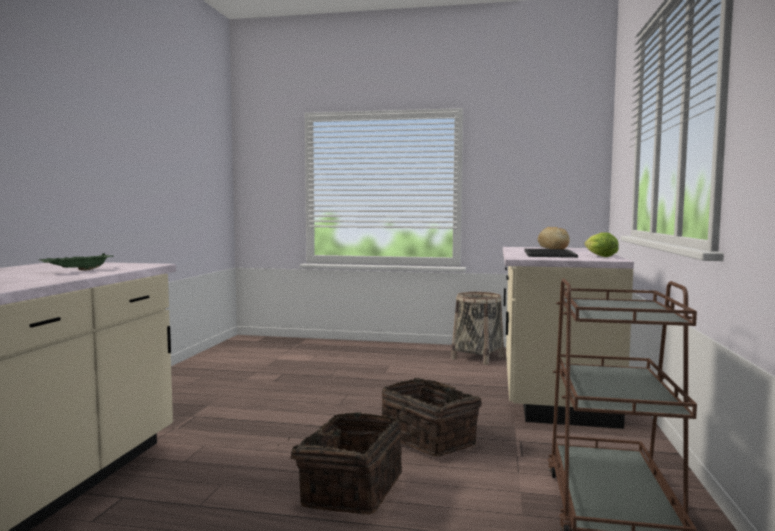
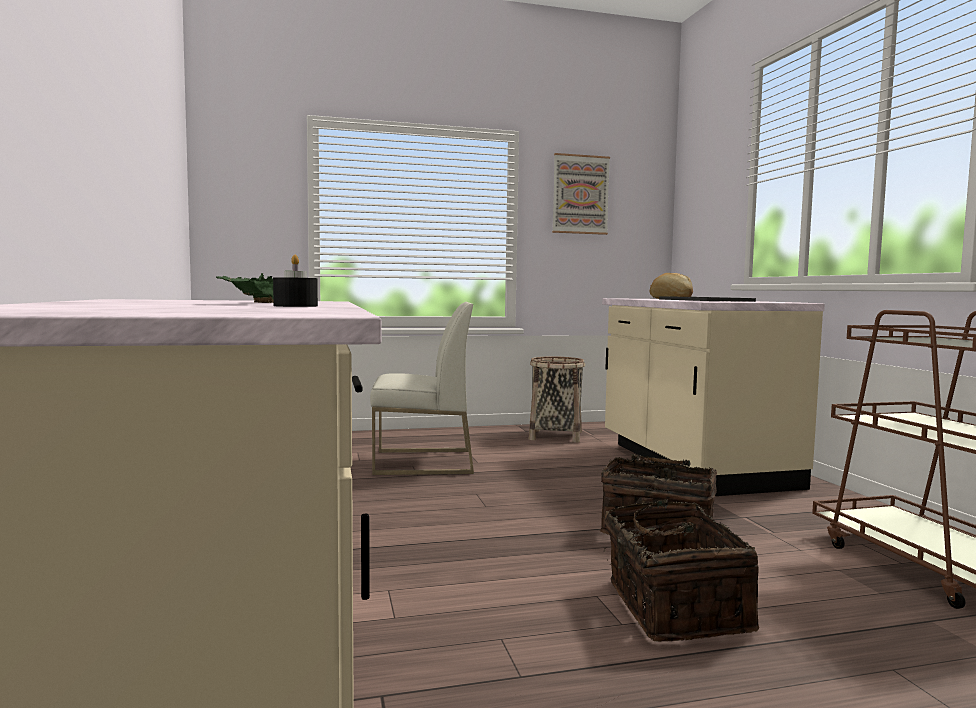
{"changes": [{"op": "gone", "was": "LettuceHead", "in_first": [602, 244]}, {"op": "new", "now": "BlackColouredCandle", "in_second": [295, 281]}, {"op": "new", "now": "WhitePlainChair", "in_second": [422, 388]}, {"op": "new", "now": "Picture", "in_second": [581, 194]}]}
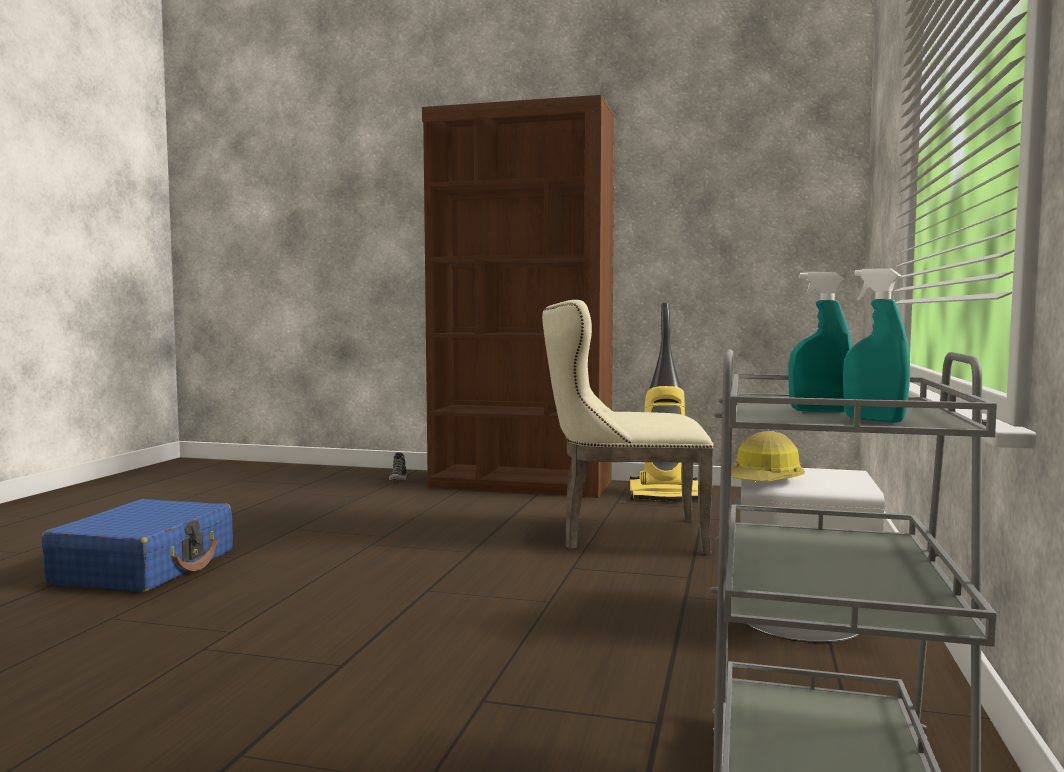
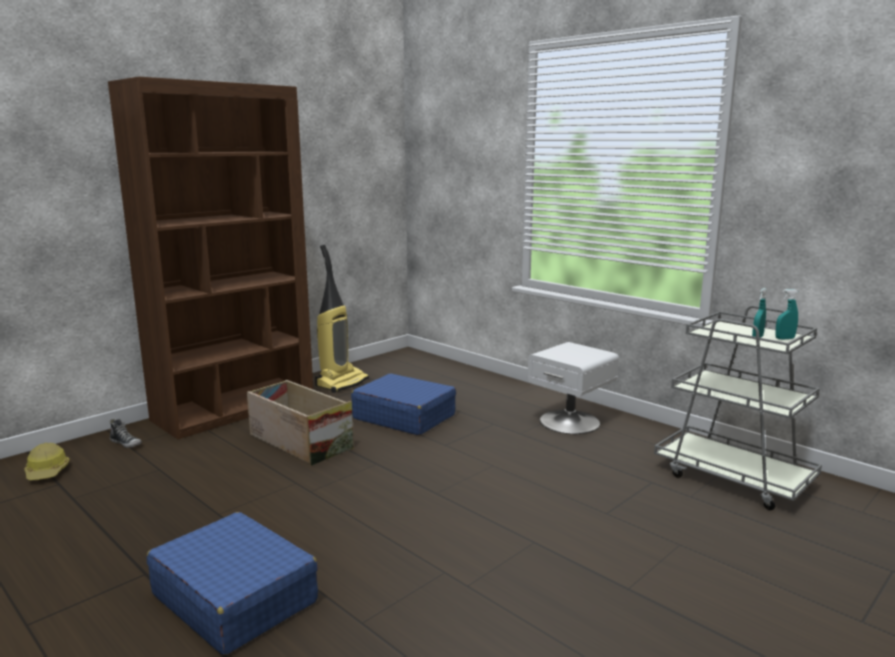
{"changes": [{"op": "swapped", "was": "SandColouredPlainChair", "now": "BlueColouredPieceOfLuggage", "in_first": [628, 427], "in_second": [403, 404]}, {"op": "shifted", "was": "WorkHelmet", "in_first": [768, 456], "in_second": [47, 461]}, {"op": "new", "now": "Crate", "in_second": [300, 423]}]}
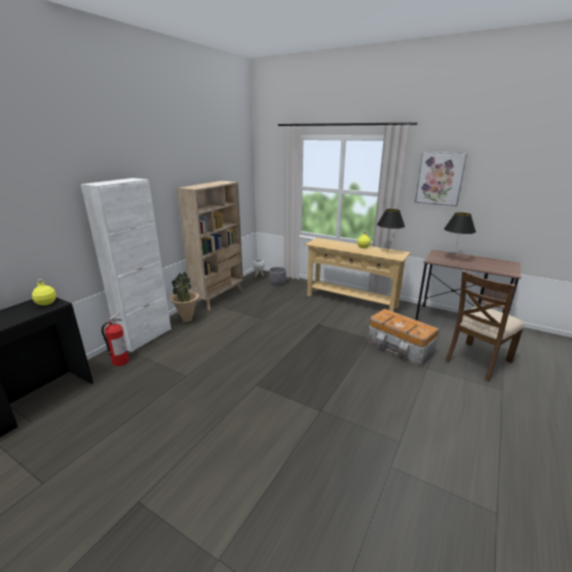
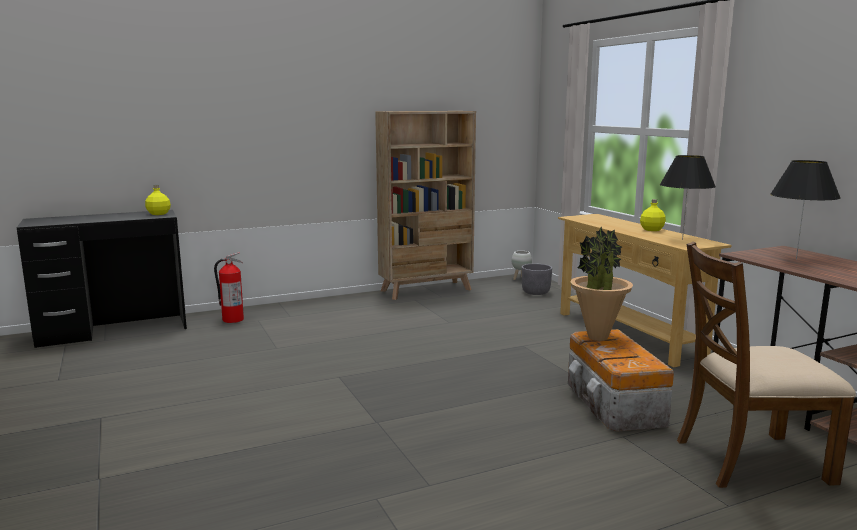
{"changes": [{"op": "gone", "was": "WhiteStorageCabinet", "in_first": [126, 265]}, {"op": "shifted", "was": "Houseplant", "in_first": [184, 296], "in_second": [601, 284]}, {"op": "gone", "was": "Picture", "in_first": [441, 179]}]}
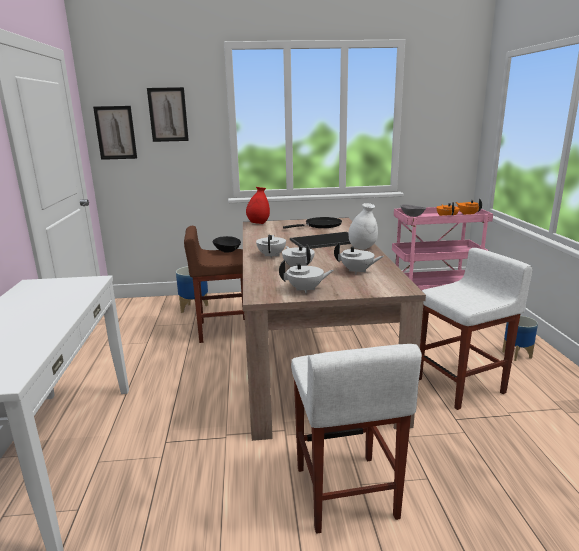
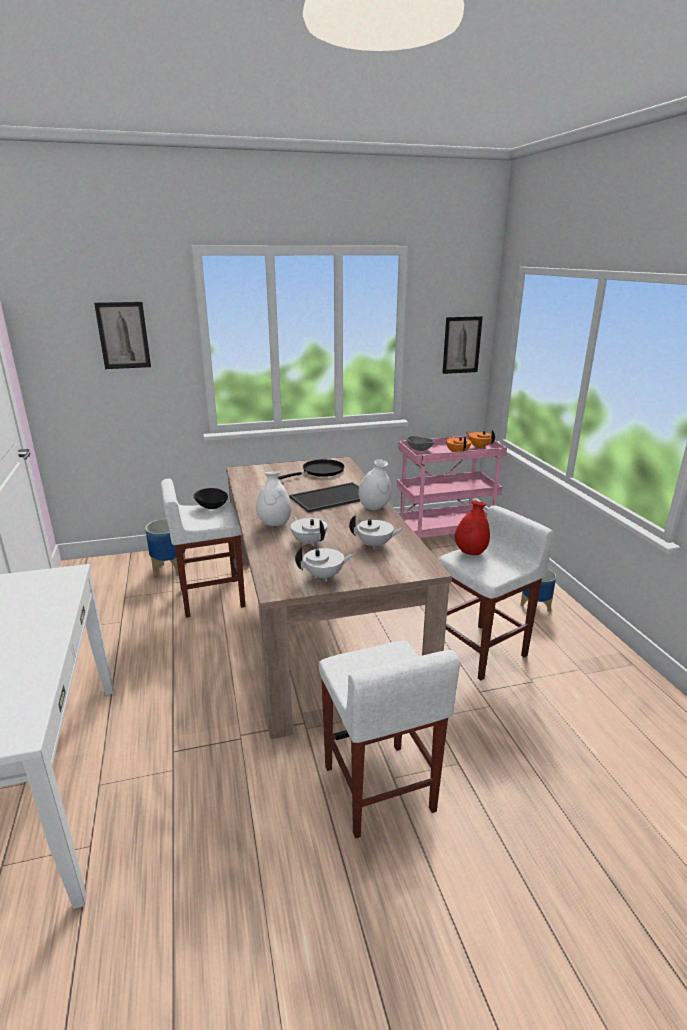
{"changes": [{"op": "shifted", "was": "Picture", "in_first": [115, 133], "in_second": [462, 345]}, {"op": "repainted", "was": "BrownishStool", "now": "WhiteStool", "in_first": [214, 284], "in_second": [202, 548]}, {"op": "shifted", "was": "RedColouredFlowerVase", "in_first": [258, 205], "in_second": [472, 528]}, {"op": "swapped", "was": "WhiteTeaPot", "now": "WhiteFlowerVase", "in_first": [271, 246], "in_second": [273, 498]}]}
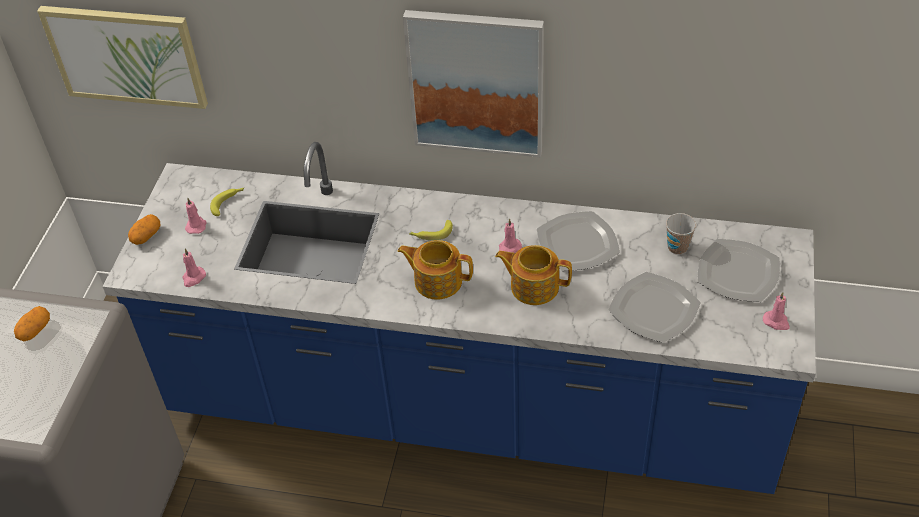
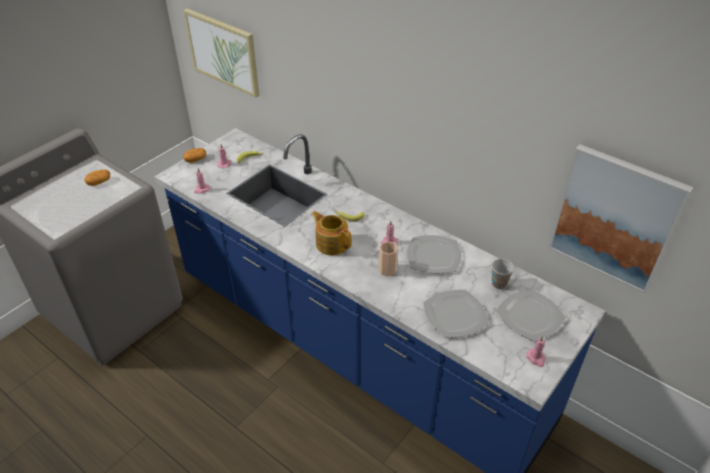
{"changes": [{"op": "shifted", "was": "Picture", "in_first": [473, 83], "in_second": [621, 219]}, {"op": "swapped", "was": "TeaPot", "now": "SmallCup", "in_first": [533, 275], "in_second": [388, 258]}]}
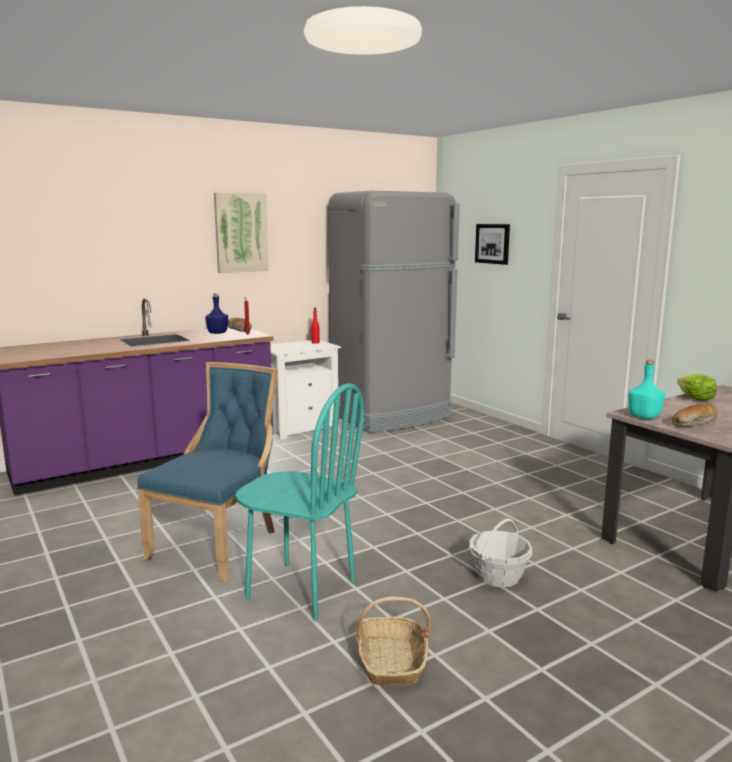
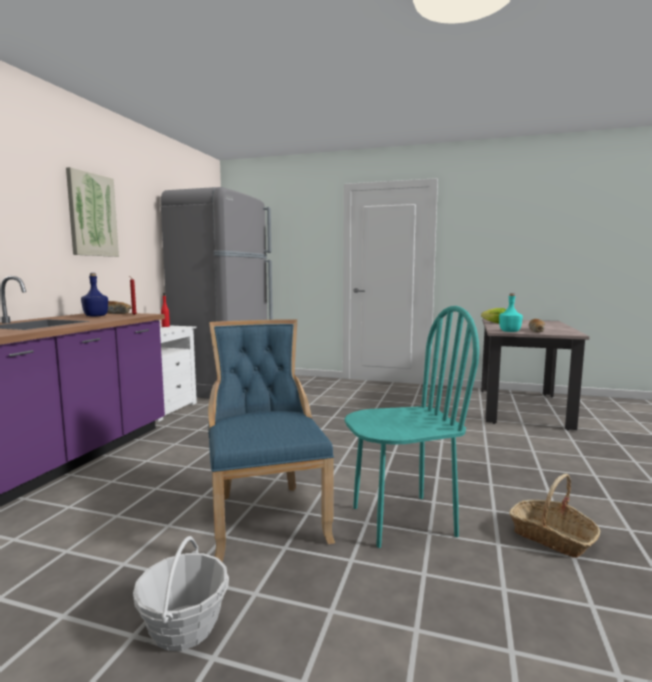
{"changes": [{"op": "shifted", "was": "Basket", "in_first": [500, 552], "in_second": [181, 593]}, {"op": "gone", "was": "Picture", "in_first": [492, 244]}]}
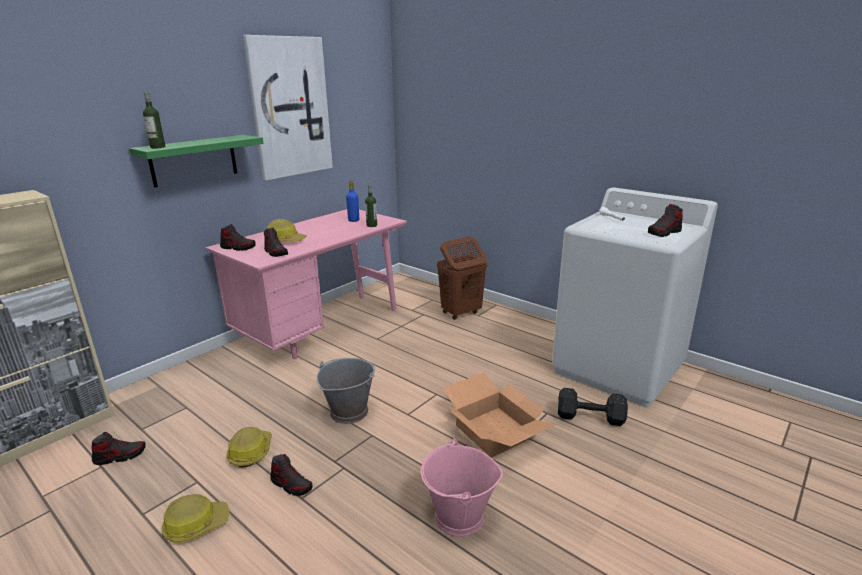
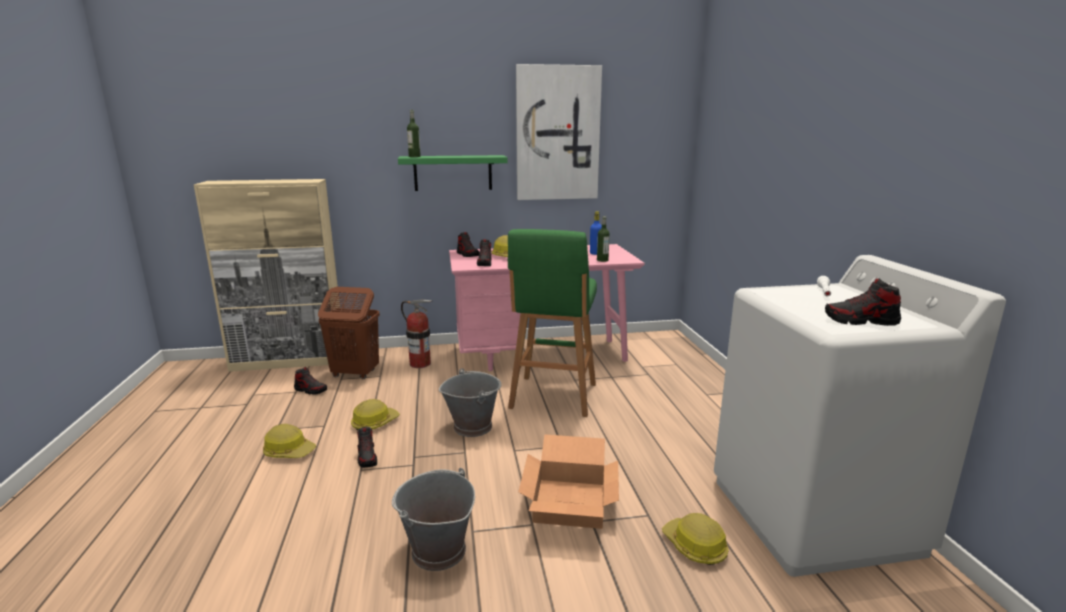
{"changes": [{"op": "repainted", "was": "PinkishWaterBucket", "now": "GreyWaterBucket", "in_first": [462, 488], "in_second": [433, 519]}, {"op": "shifted", "was": "BrownishHamper", "in_first": [462, 278], "in_second": [349, 333]}, {"op": "swapped", "was": "BlackColouredDumbbell", "now": "WorkHelmet", "in_first": [593, 407], "in_second": [695, 539]}, {"op": "new", "now": "FireFightingCylinder", "in_second": [417, 333]}, {"op": "new", "now": "GreenColouredStool", "in_second": [552, 323]}]}
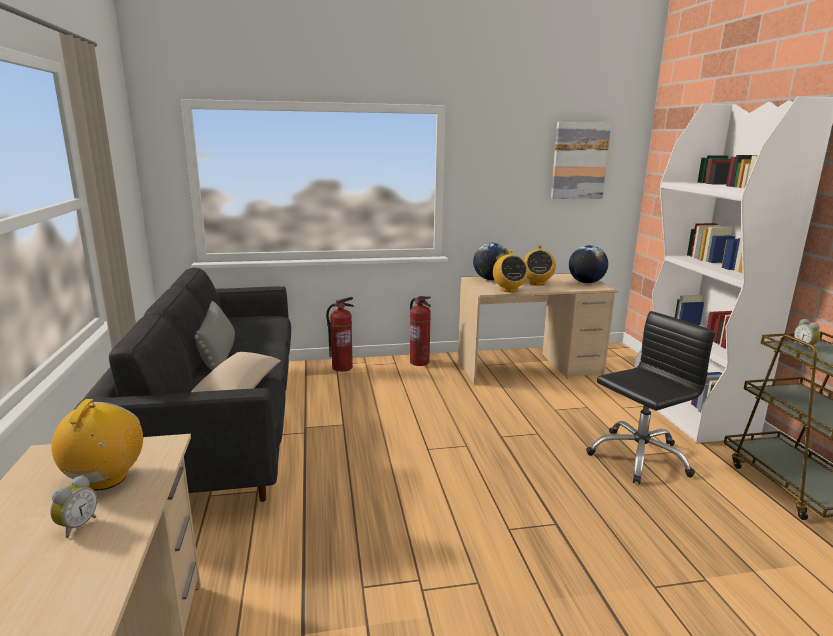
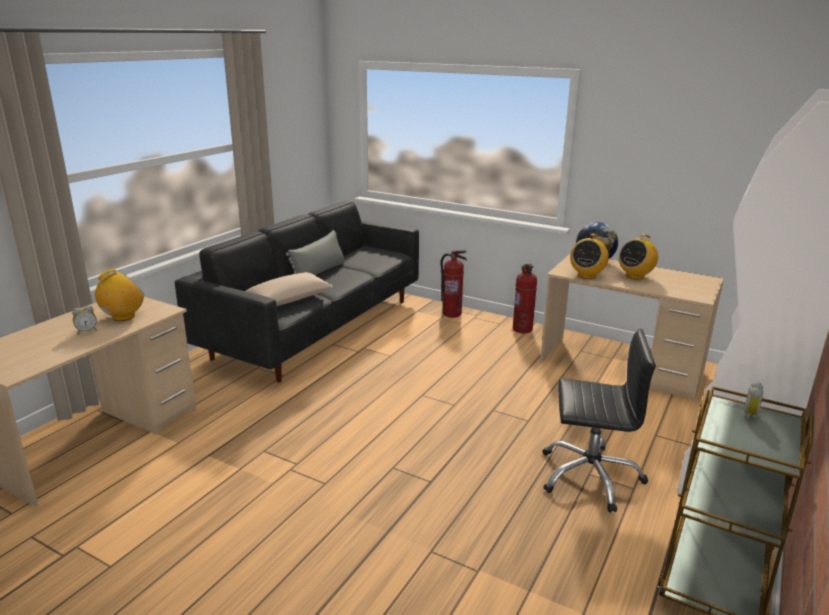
{"changes": [{"op": "gone", "was": "Picture", "in_first": [581, 160]}, {"op": "gone", "was": "WorldGlobe", "in_first": [588, 264]}]}
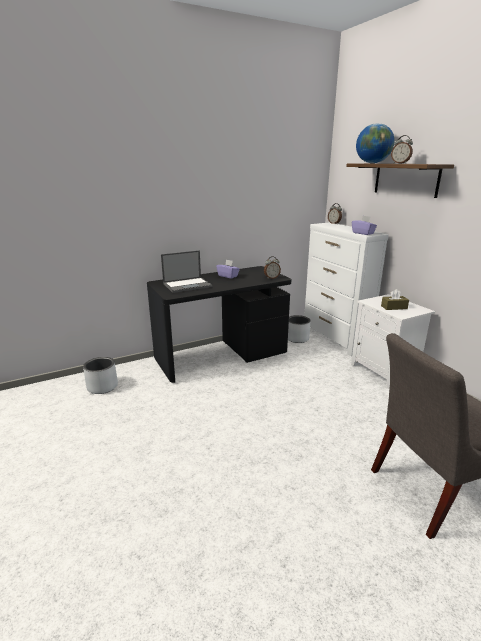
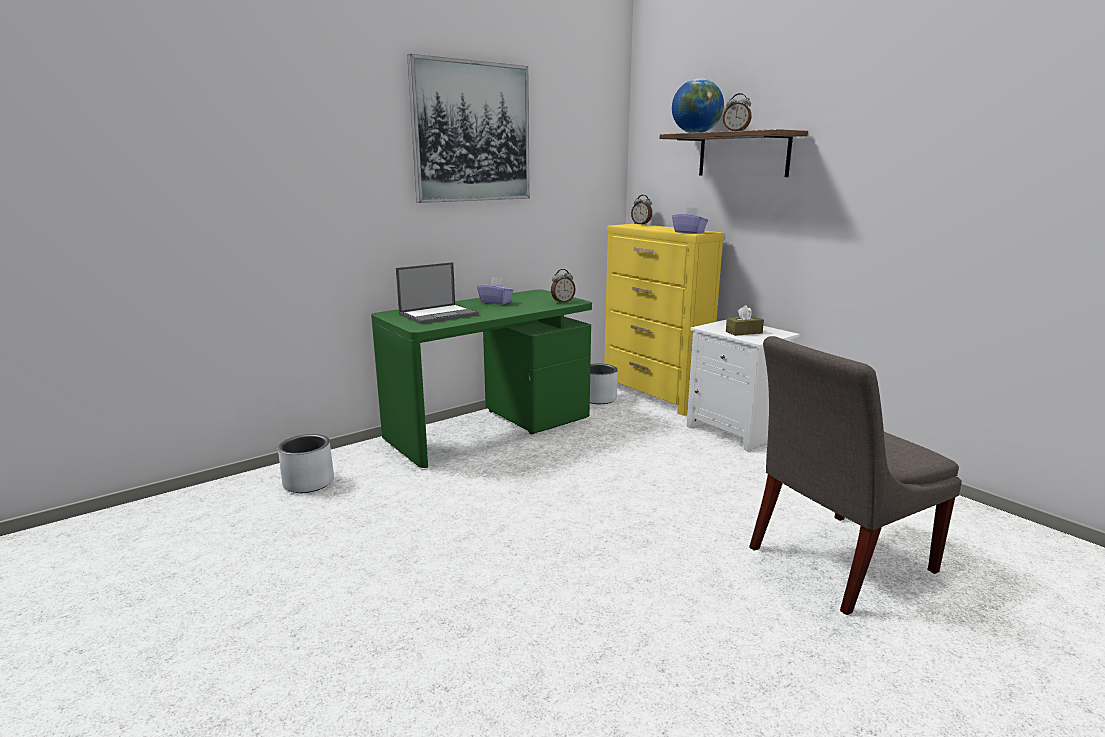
{"changes": [{"op": "repainted", "was": "BlackColouredDeskUnit", "now": "GreenColouredDeskUnit", "in_first": [219, 324], "in_second": [481, 378]}, {"op": "repainted", "was": "WhiteDrawerChest", "now": "YellowColouredDrawerChest", "in_first": [346, 289], "in_second": [664, 320]}, {"op": "new", "now": "Picture", "in_second": [468, 128]}]}
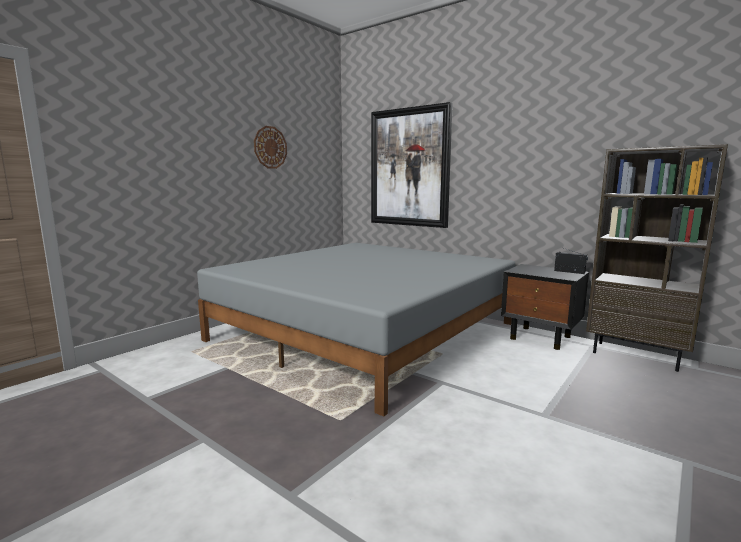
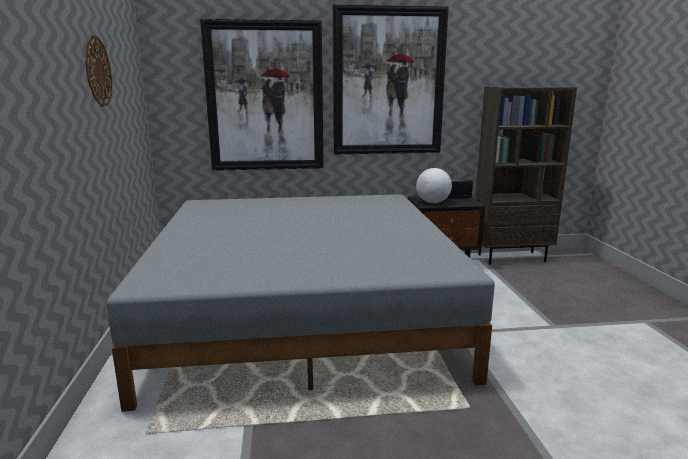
{"changes": [{"op": "new", "now": "Picture", "in_second": [390, 79]}, {"op": "new", "now": "WorldGlobe", "in_second": [434, 185]}]}
